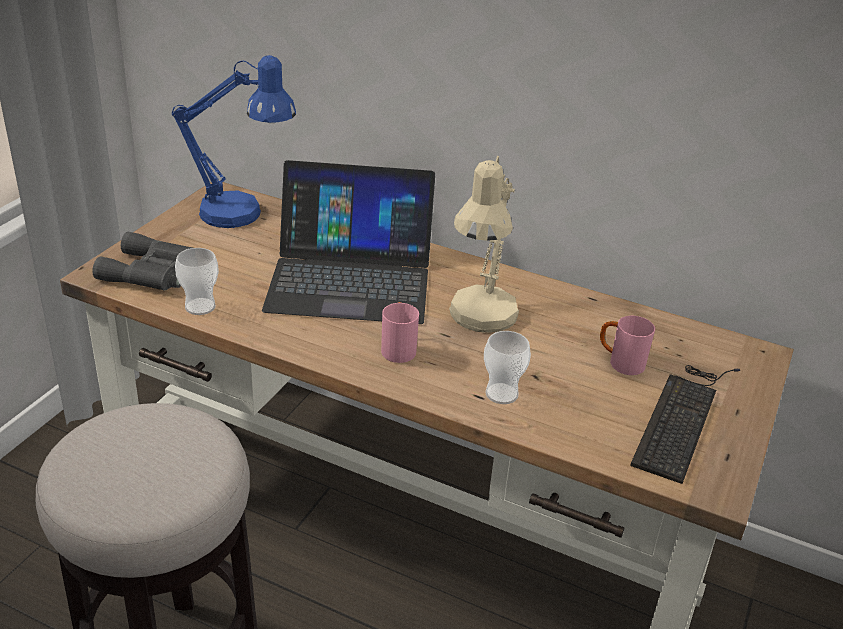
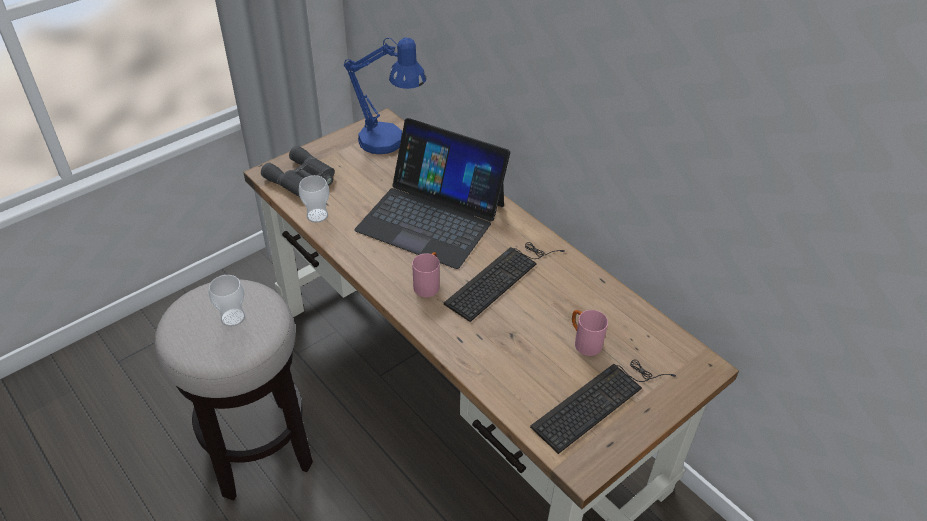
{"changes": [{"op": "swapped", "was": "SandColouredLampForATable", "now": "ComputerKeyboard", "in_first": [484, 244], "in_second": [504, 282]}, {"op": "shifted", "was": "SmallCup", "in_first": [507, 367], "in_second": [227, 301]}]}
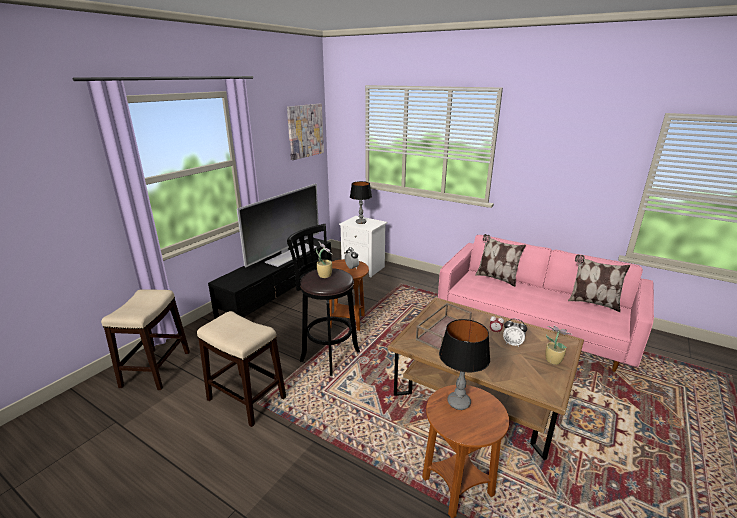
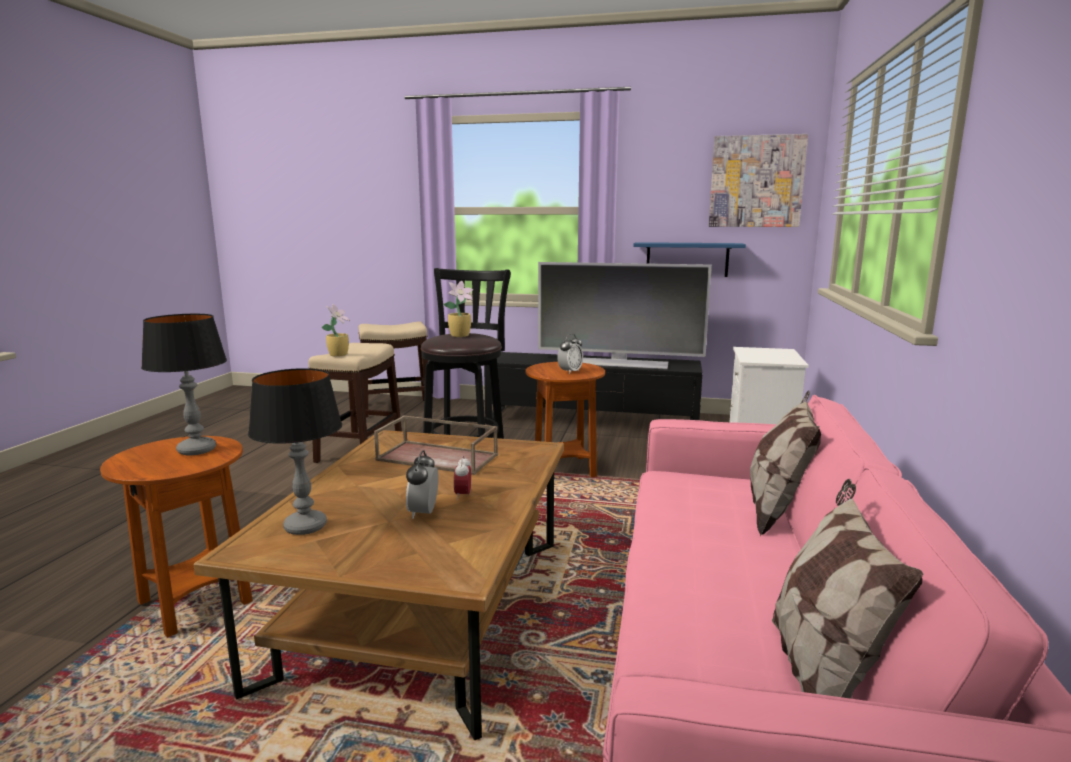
{"changes": [{"op": "shifted", "was": "LampForATable", "in_first": [361, 202], "in_second": [295, 451]}, {"op": "shifted", "was": "Houseplant", "in_first": [558, 345], "in_second": [336, 330]}, {"op": "new", "now": "BlueColouredShelf", "in_second": [689, 259]}]}
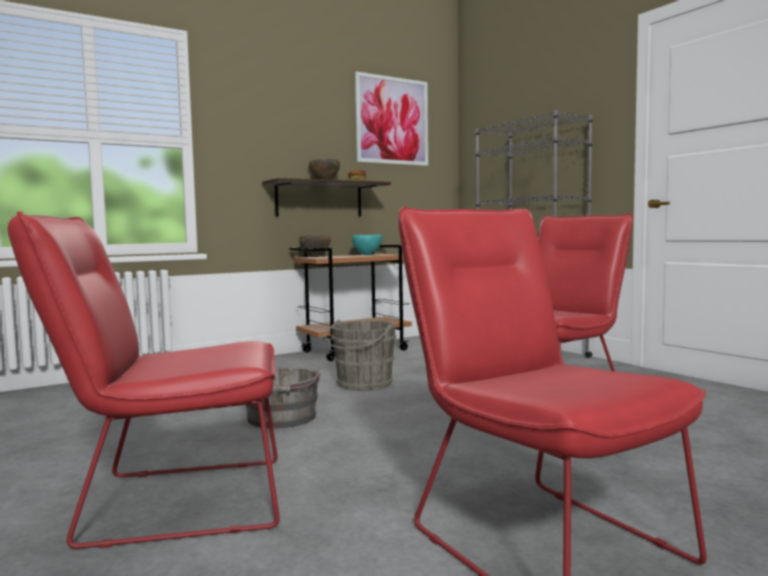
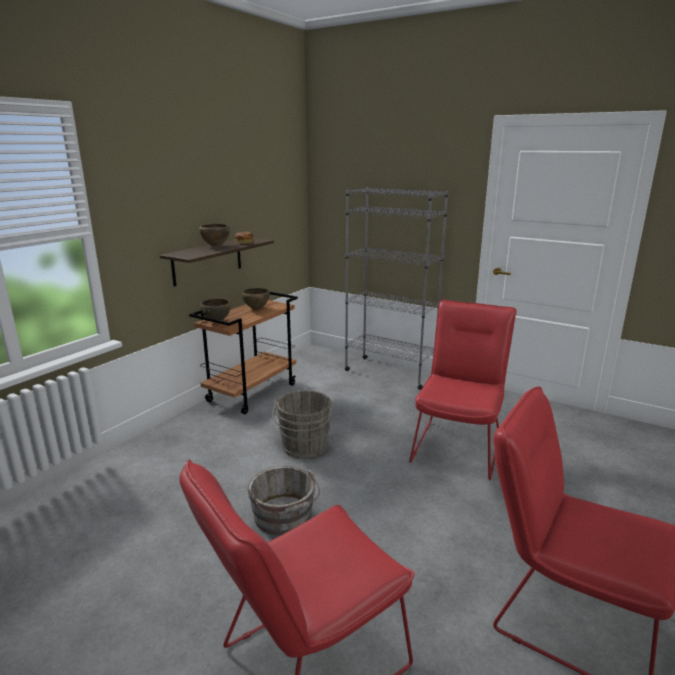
{"changes": [{"op": "repainted", "was": "TurquoiseColouredBowl", "now": "BrownishBowl", "in_first": [367, 244], "in_second": [256, 299]}, {"op": "gone", "was": "Picture", "in_first": [391, 118]}]}
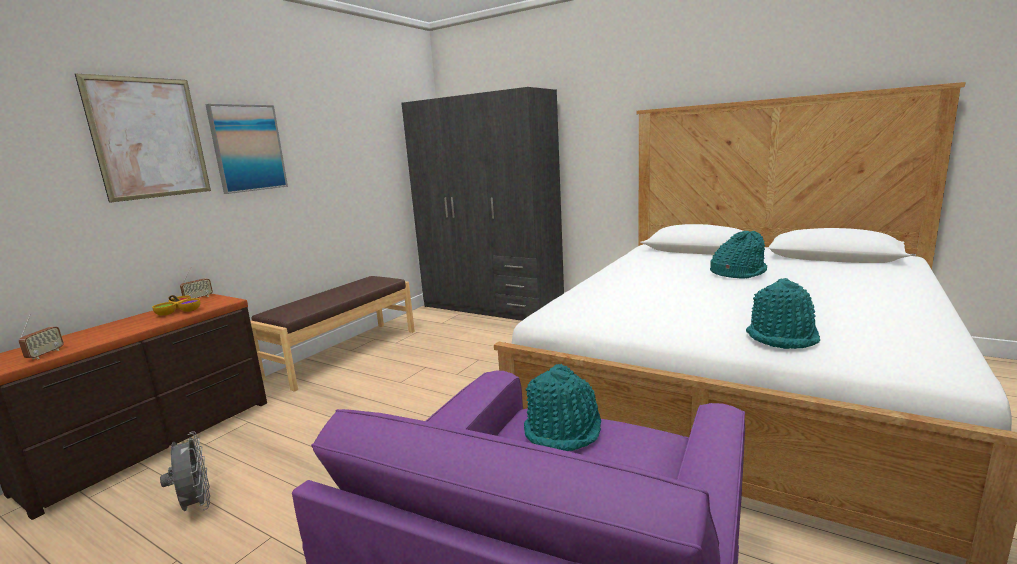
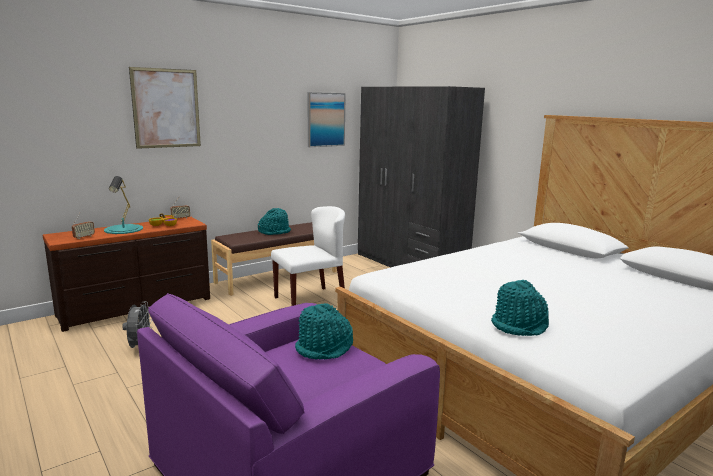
{"changes": [{"op": "shifted", "was": "Picture", "in_first": [246, 149], "in_second": [327, 119]}, {"op": "shifted", "was": "TurquoiseColouredClothingHat", "in_first": [738, 255], "in_second": [274, 221]}, {"op": "new", "now": "TurquoiseColouredLampForATable", "in_second": [123, 205]}, {"op": "new", "now": "WhitePlainChair", "in_second": [308, 256]}]}
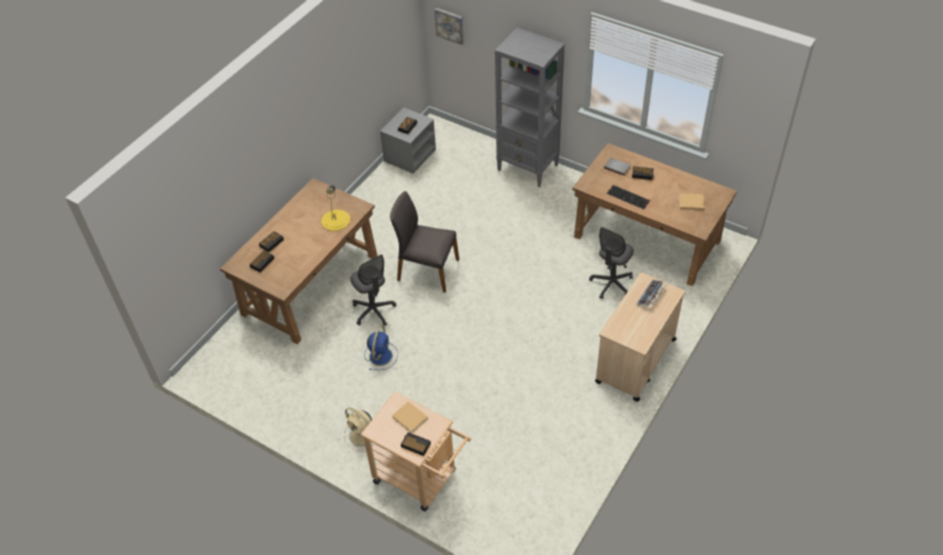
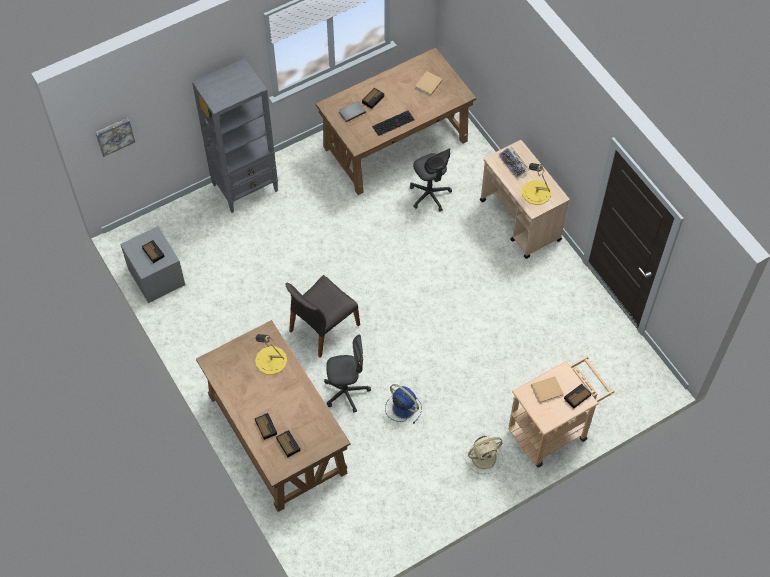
{"changes": [{"op": "new", "now": "YellowColouredLampForATable", "in_second": [536, 184]}]}
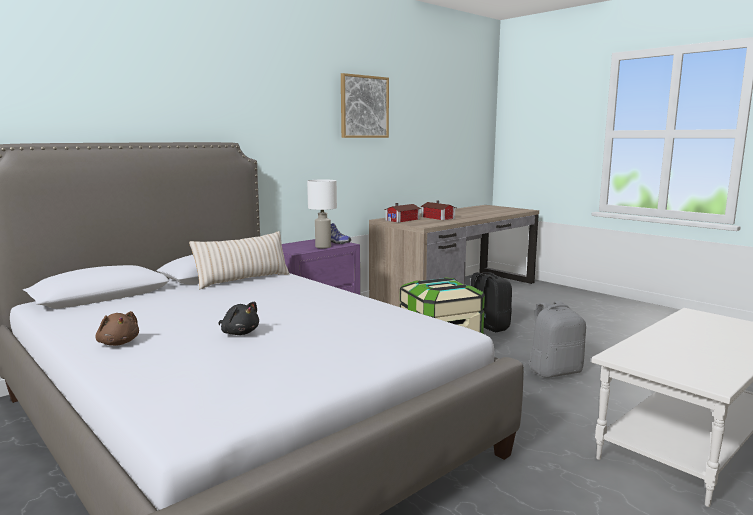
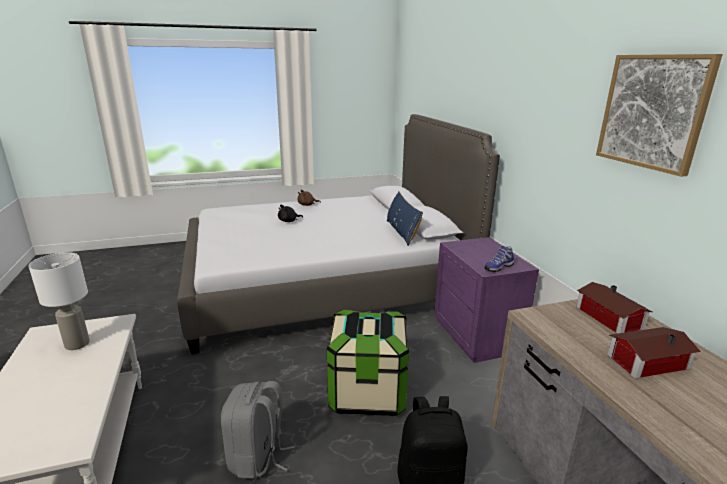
{"changes": [{"op": "repainted", "was": "SandColouredThrowPillow", "now": "BlueColouredThrowPillow", "in_first": [239, 260], "in_second": [405, 218]}, {"op": "shifted", "was": "WhiteLampForATable", "in_first": [322, 214], "in_second": [59, 301]}]}
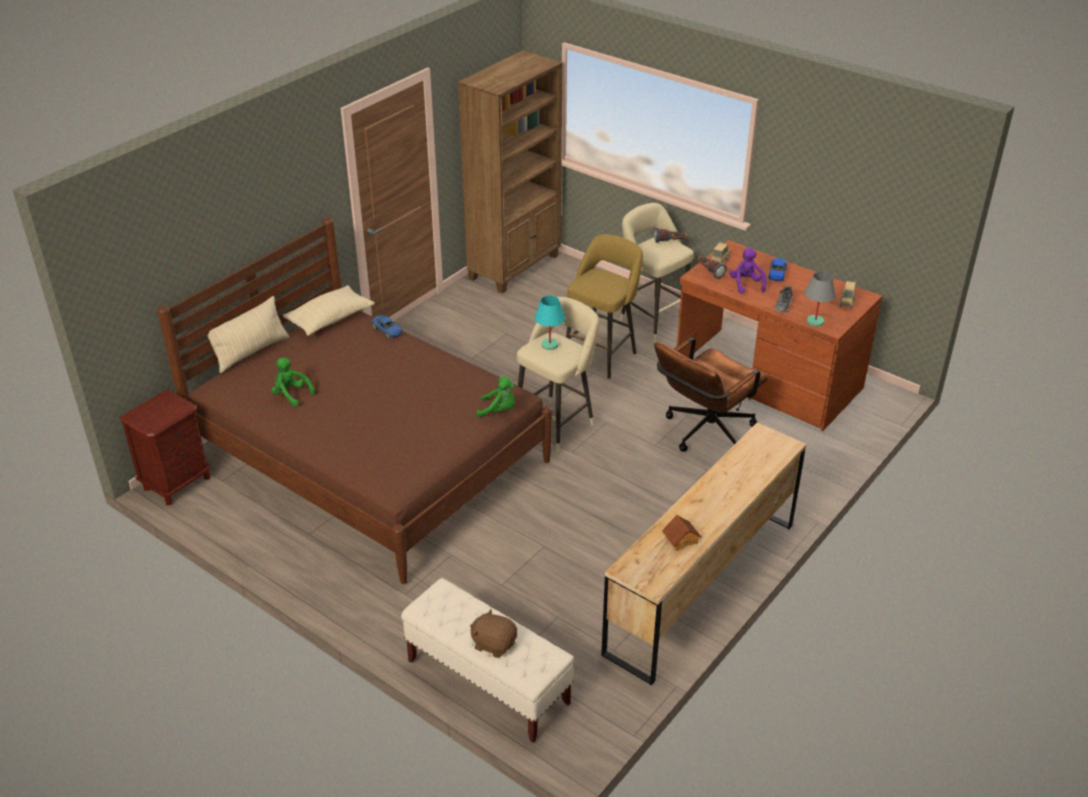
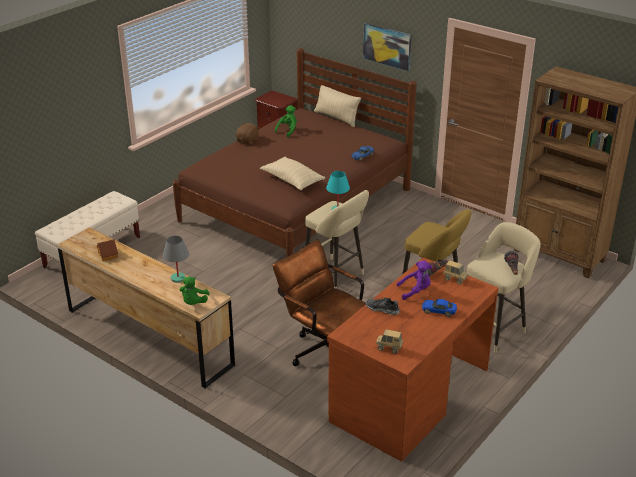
{"changes": [{"op": "shifted", "was": "SandColouredThrowPillow", "in_first": [328, 310], "in_second": [293, 174]}, {"op": "shifted", "was": "BrownishCuddlyToy", "in_first": [493, 633], "in_second": [247, 134]}, {"op": "shifted", "was": "GreenColouredCuddlyToy", "in_first": [496, 397], "in_second": [195, 290]}, {"op": "shifted", "was": "GreyLampForATable", "in_first": [820, 299], "in_second": [175, 259]}, {"op": "new", "now": "Picture", "in_second": [387, 47]}]}
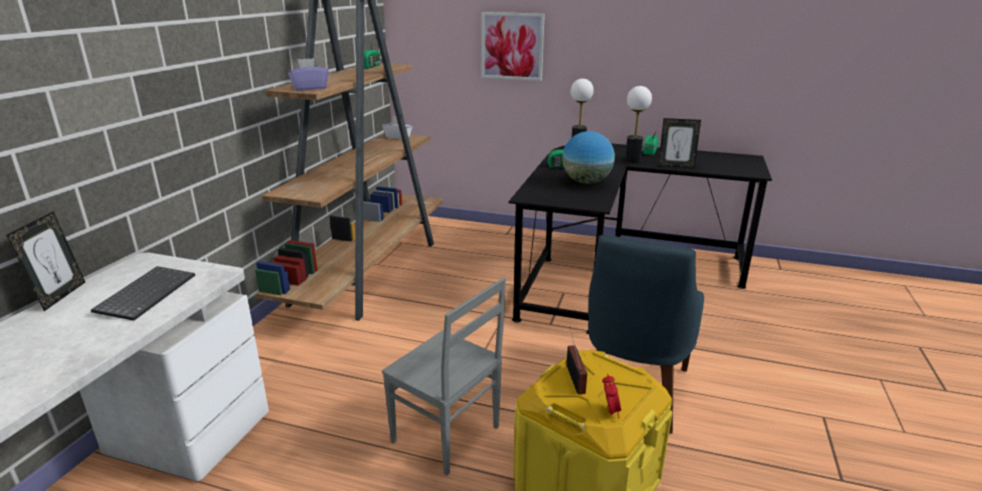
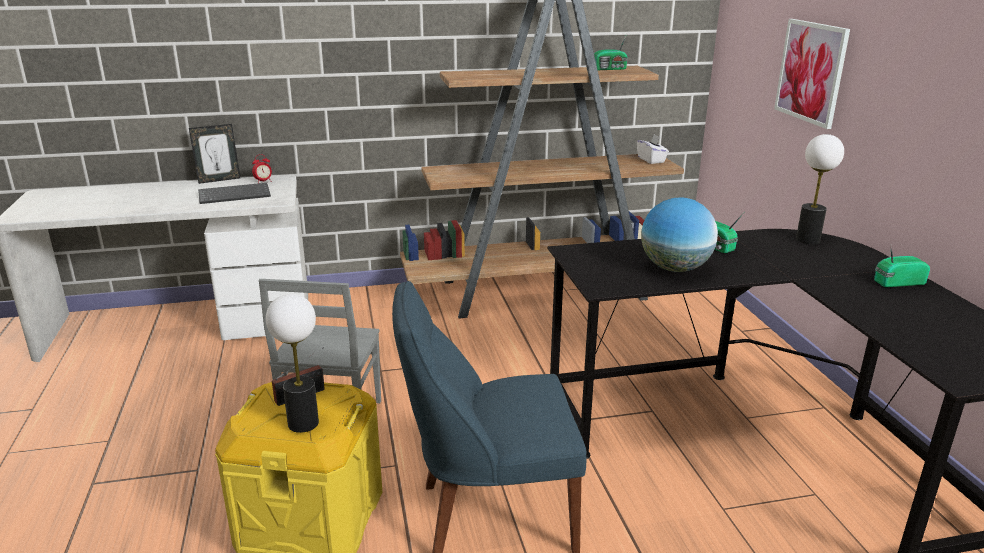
{"changes": [{"op": "gone", "was": "PurpleBoxOfTissues", "in_first": [308, 74]}, {"op": "shifted", "was": "BedsideClock", "in_first": [611, 395], "in_second": [262, 168]}, {"op": "shifted", "was": "LampForATable", "in_first": [638, 124], "in_second": [292, 363]}, {"op": "gone", "was": "PictureFrame", "in_first": [679, 143]}]}
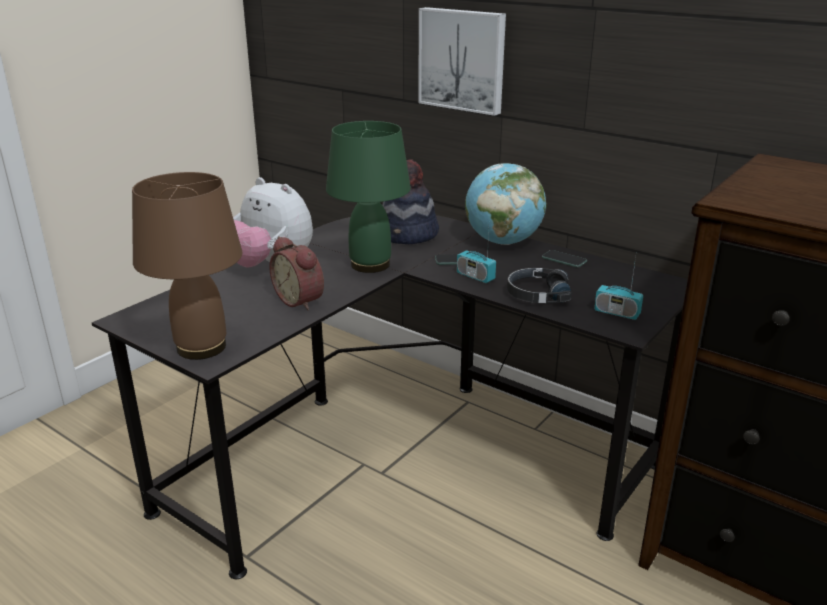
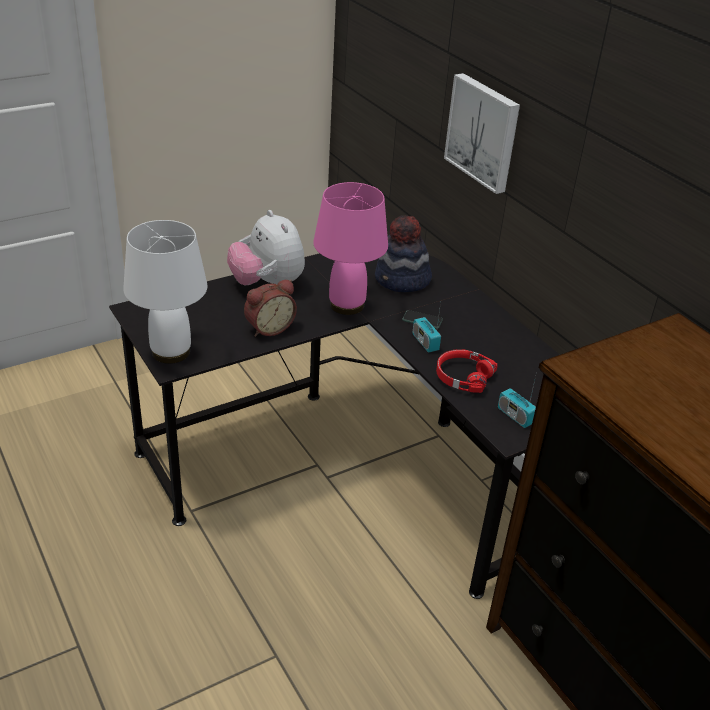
{"changes": [{"op": "repainted", "was": "BrownishLampForATable", "now": "WhiteLampForATable", "in_first": [187, 266], "in_second": [165, 292]}, {"op": "rotated", "was": "BedsideClock", "in_first": [296, 273], "in_second": [270, 308], "clockwise": -105}, {"op": "repainted", "was": "GreenColouredLampForATable", "now": "PinkishLampForATable", "in_first": [368, 197], "in_second": [350, 248]}, {"op": "gone", "was": "WorldGlobe", "in_first": [506, 204]}, {"op": "repainted", "was": "BlackColouredHeadphones", "now": "RedColouredHeadphones", "in_first": [539, 285], "in_second": [466, 371]}, {"op": "gone", "was": "Telephone", "in_first": [564, 259]}]}
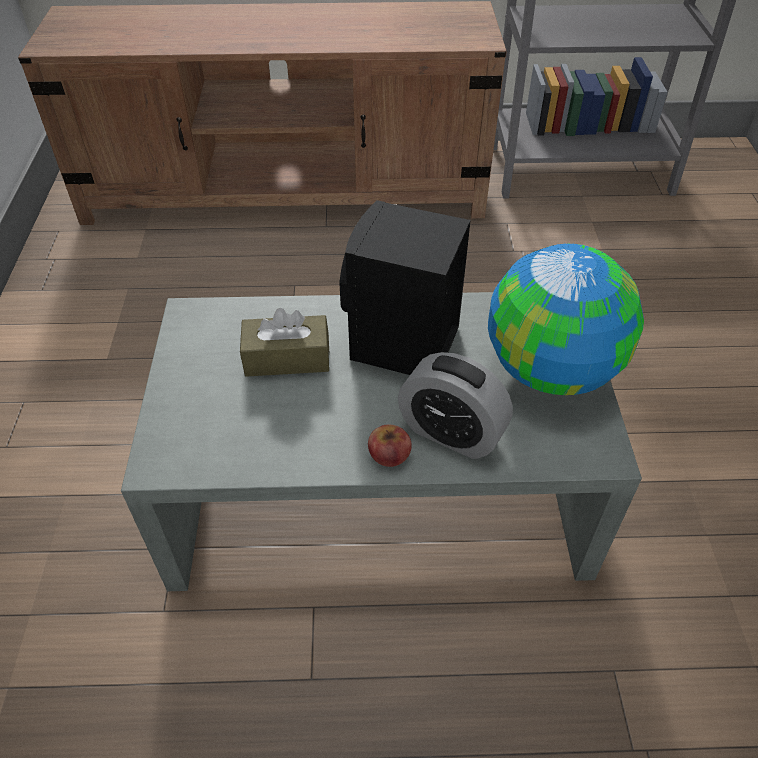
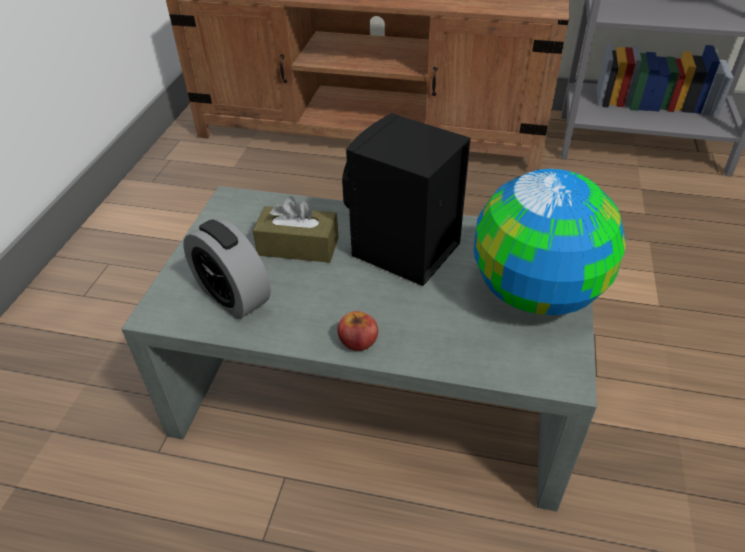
{"changes": [{"op": "shifted", "was": "BedsideClock", "in_first": [455, 405], "in_second": [227, 269]}]}
